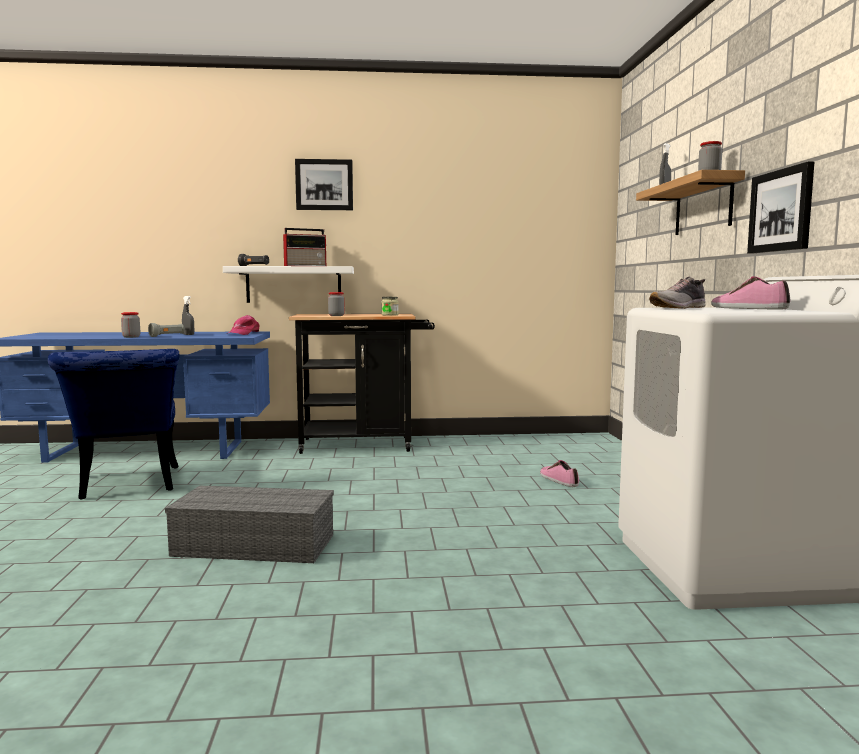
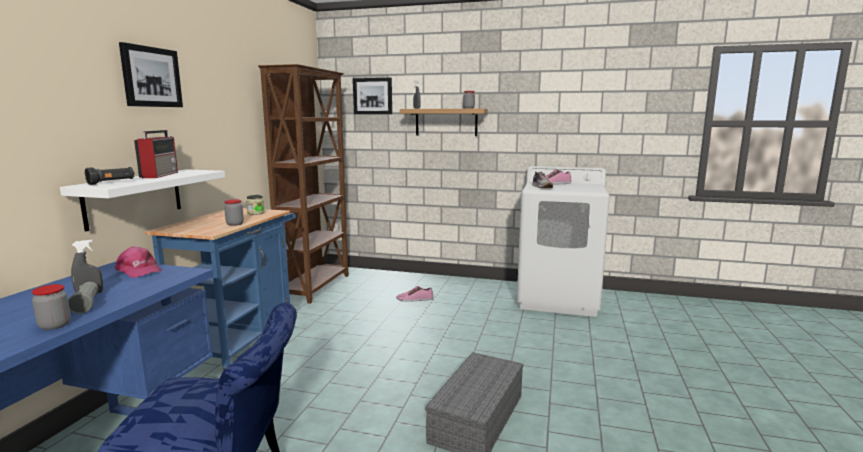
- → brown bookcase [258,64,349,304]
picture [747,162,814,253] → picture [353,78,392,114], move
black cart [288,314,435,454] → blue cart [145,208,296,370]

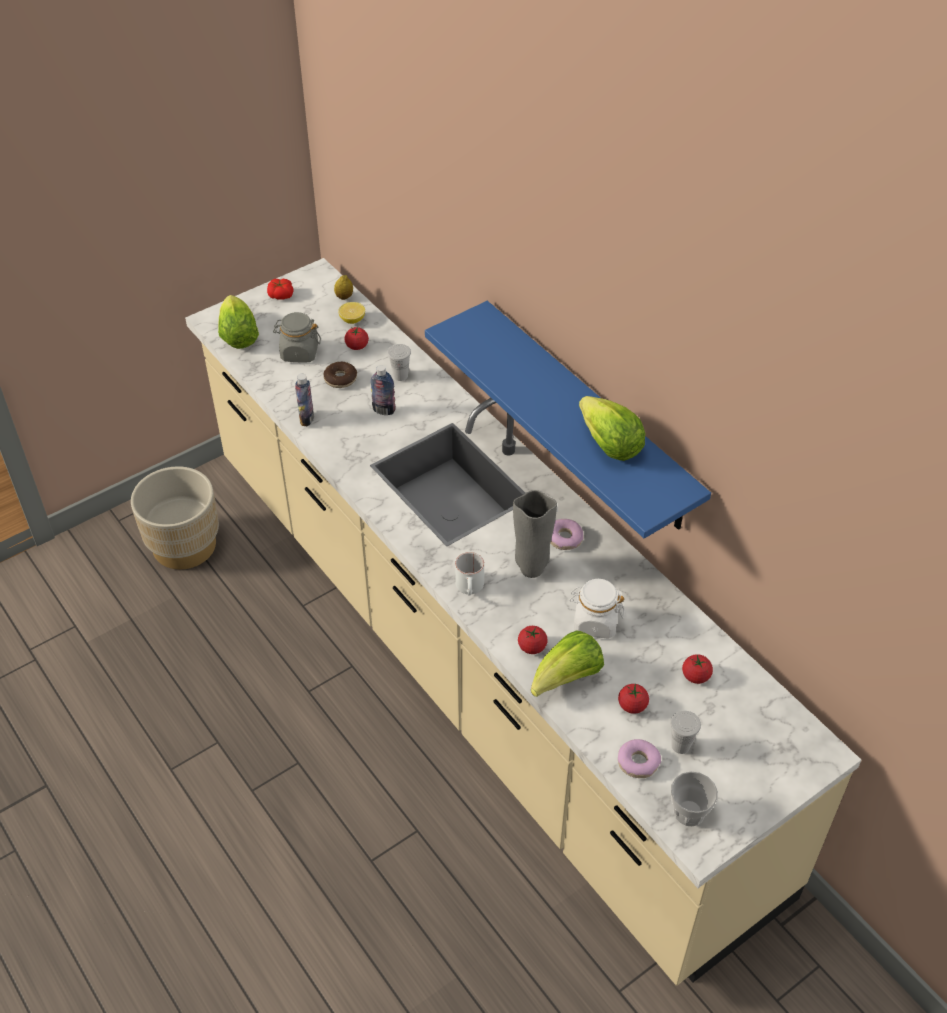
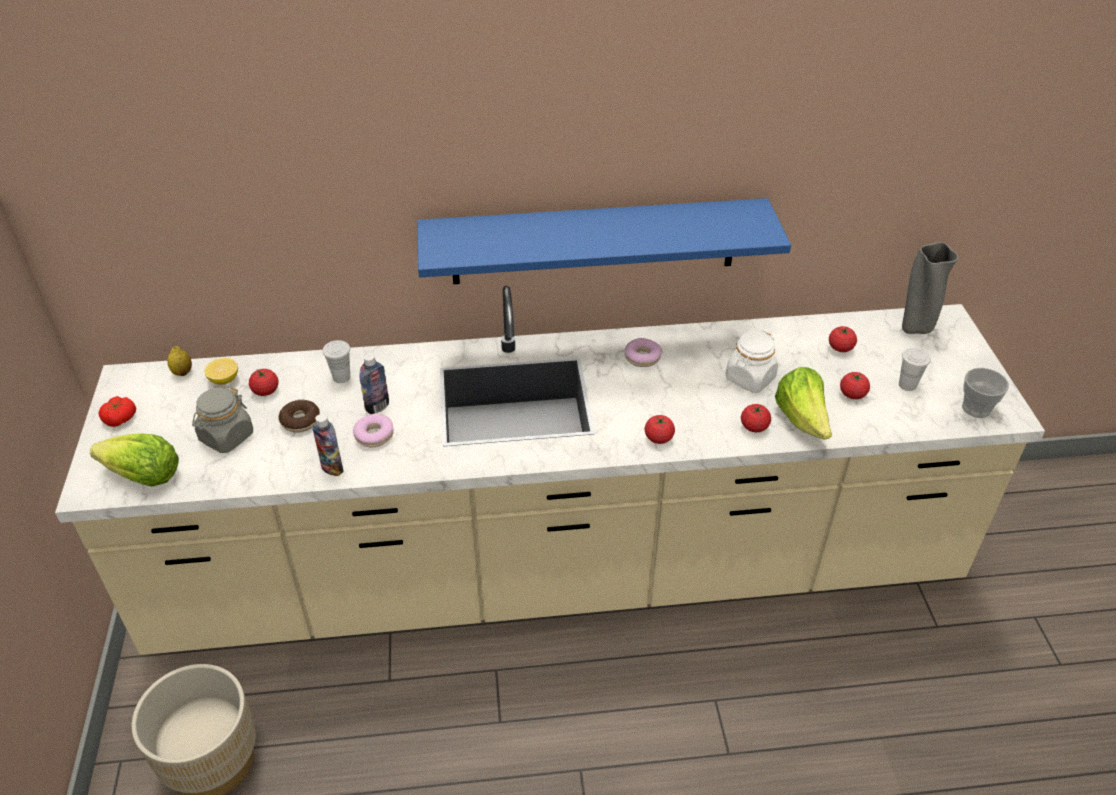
lettuce [579,396,645,461] → -
grey vase [513,490,557,578] → grey vase [902,242,959,334], move
donut [618,739,661,778] → donut [353,414,394,448], move
white mug [455,552,484,596] → tomato [645,415,675,444]

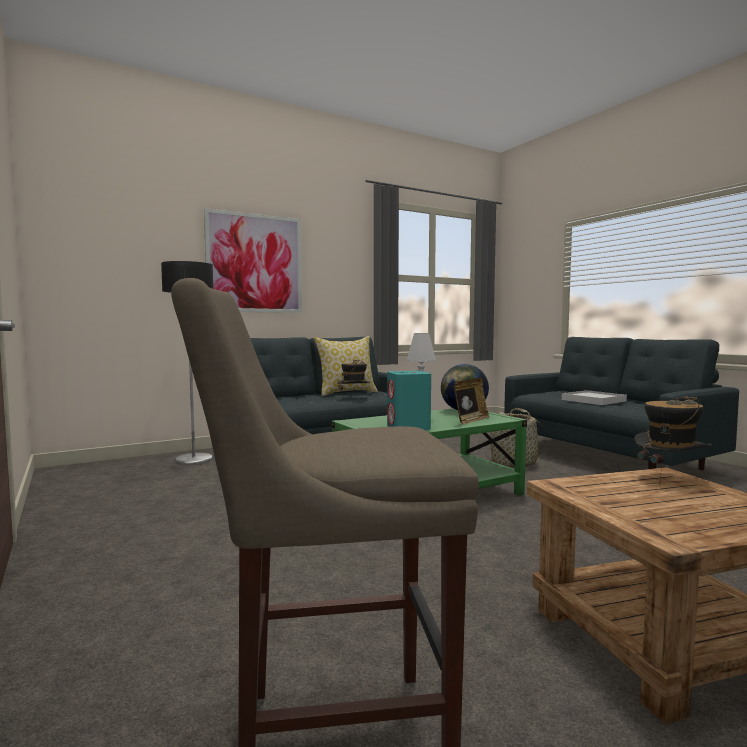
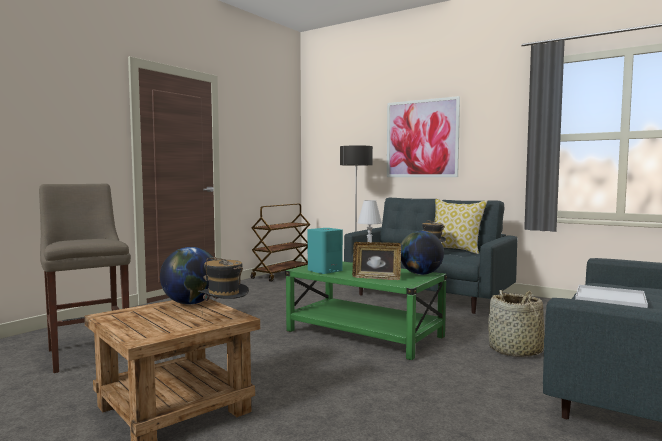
- → globe [160,247,214,305]
- → brown cart [251,204,310,282]

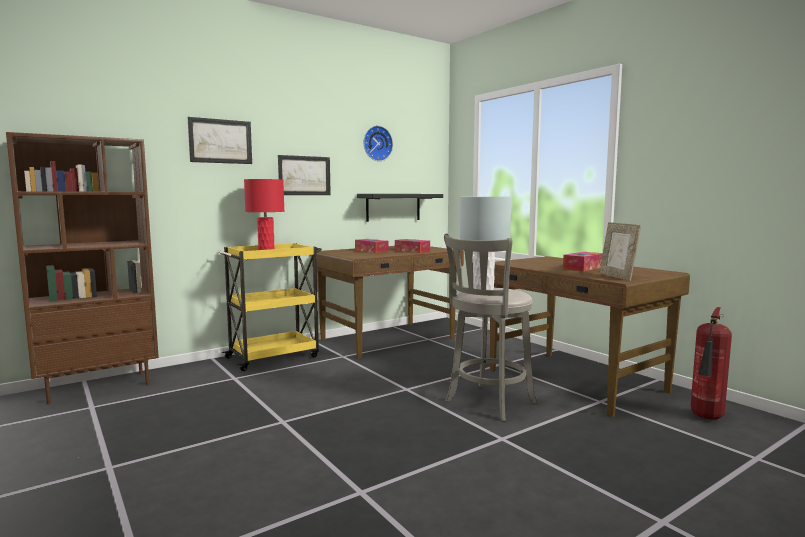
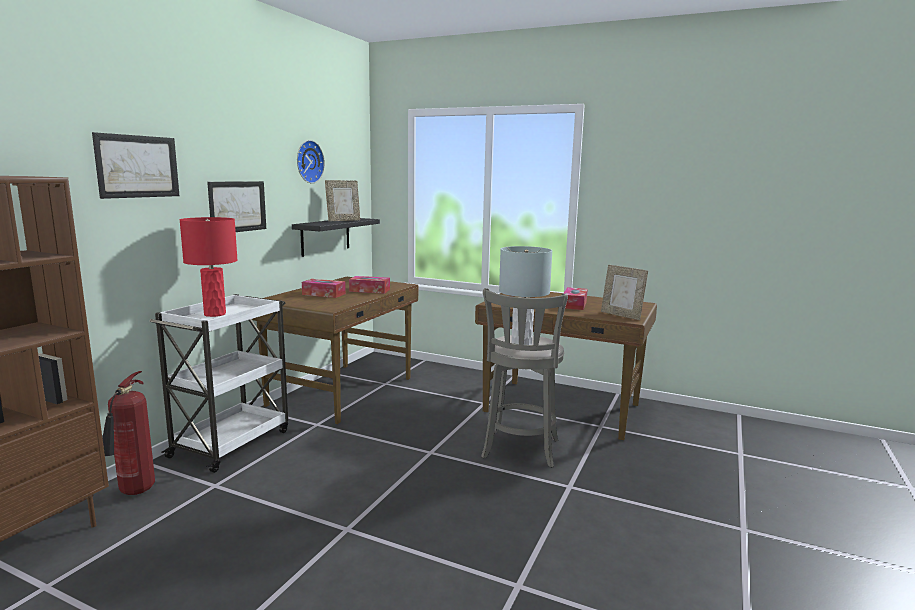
- → picture frame [325,180,360,221]
fire extinguisher [691,307,732,419] → fire extinguisher [102,371,155,495], move
yellow cart [217,243,322,371] → white cart [149,294,288,473]

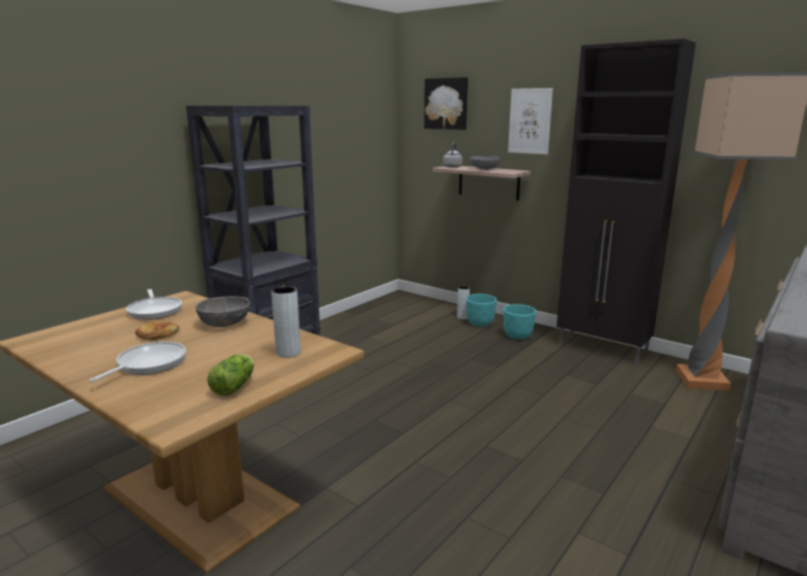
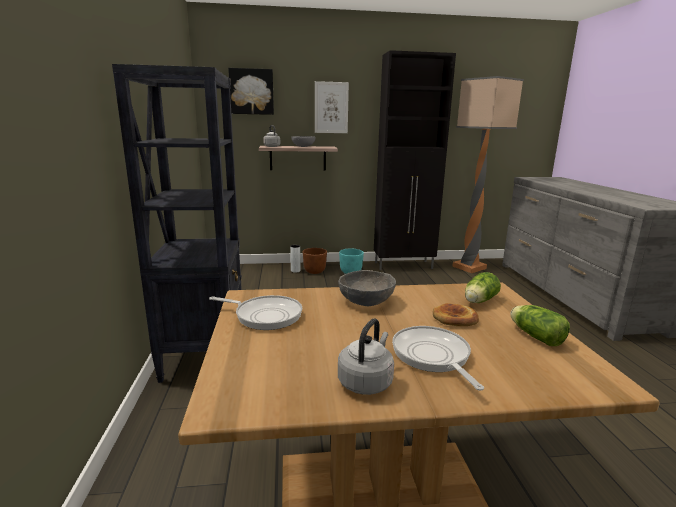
- → grey kettle [338,318,394,395]
bread [135,321,179,340] → bread [433,303,479,326], move
grey vase [271,286,301,358] → lettuce [465,272,501,303]
turquoise planter [466,294,497,327] → brown planter [303,248,327,274]

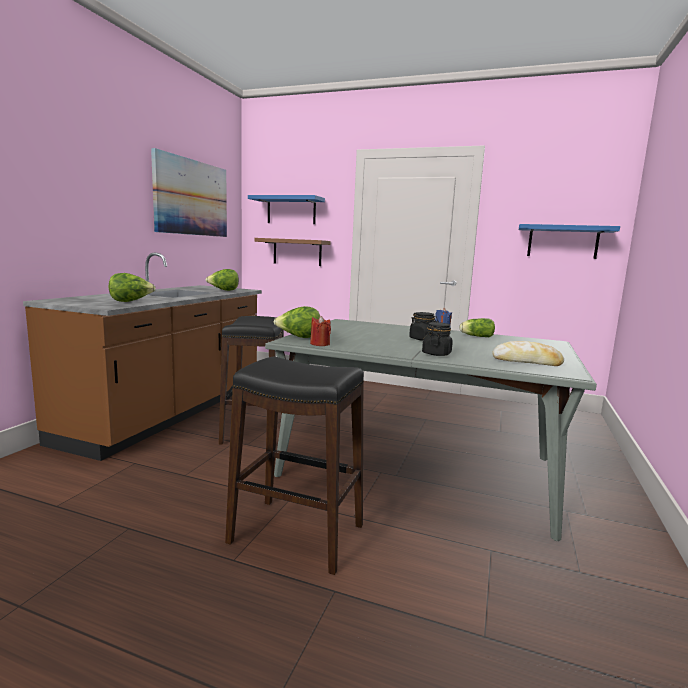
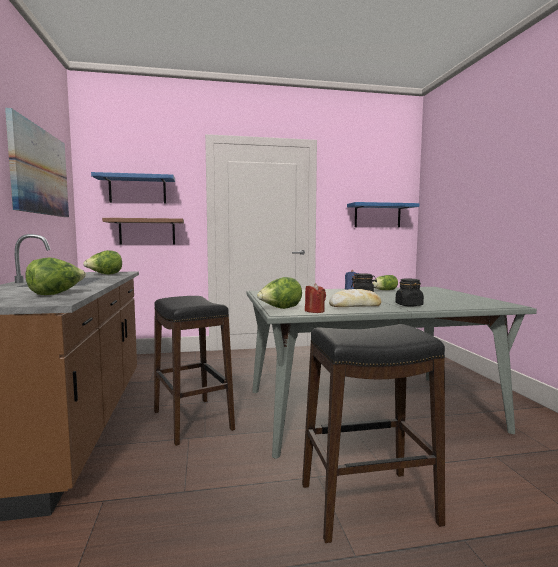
bread [492,341,564,366] → bread [329,289,382,307], move

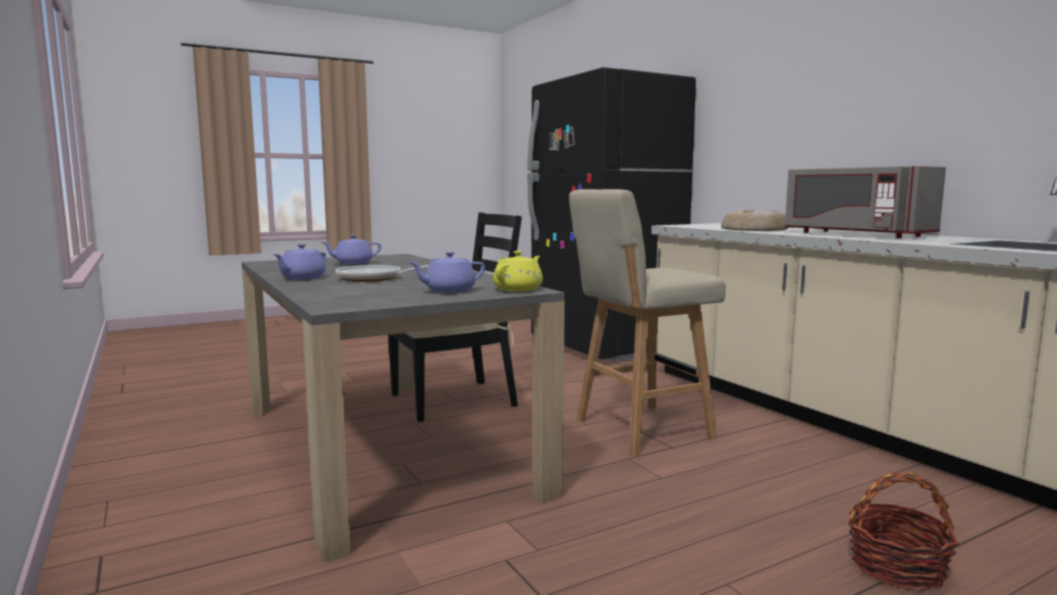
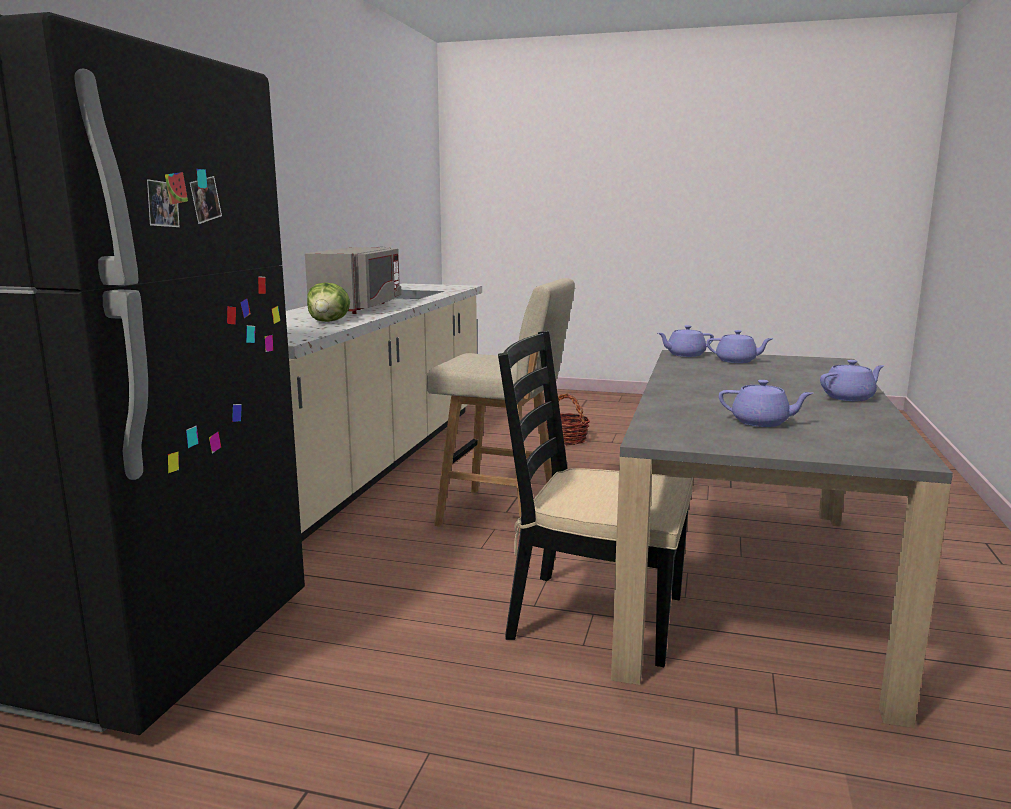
frying pan [335,265,429,282] → -
bread [721,210,789,231] → lettuce [307,282,350,322]
yellow teapot [493,251,543,292] → purple teapot [658,325,714,357]

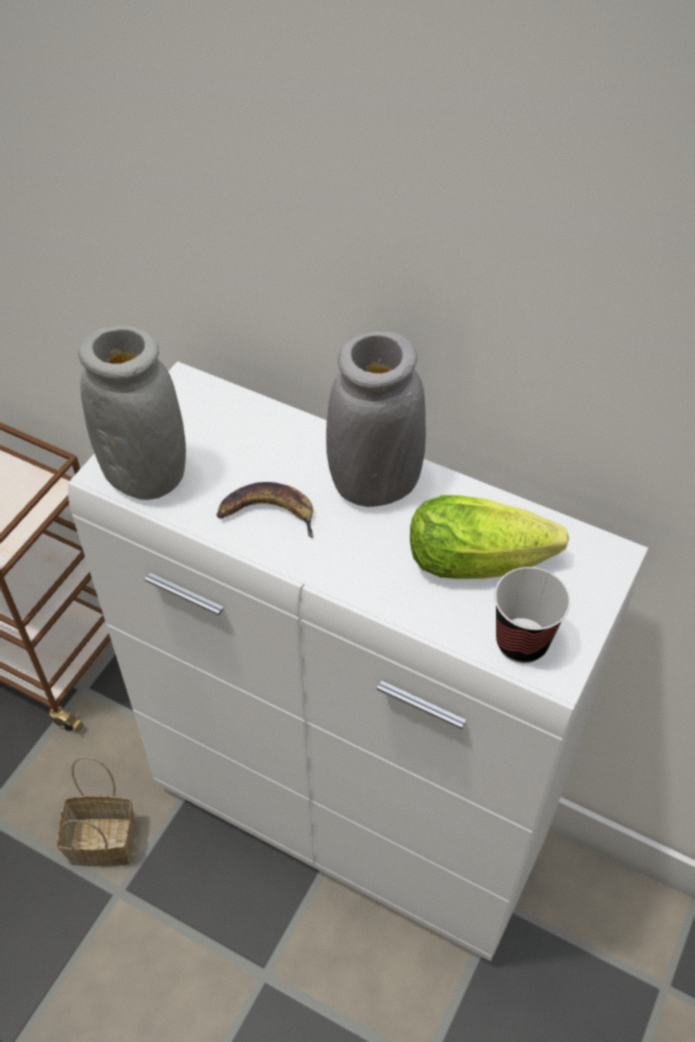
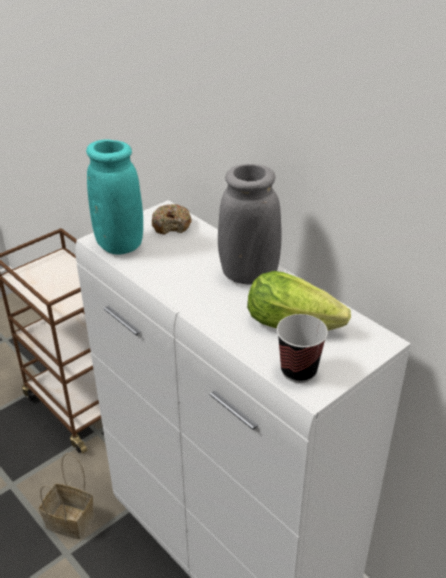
banana [217,482,313,538] → -
- → donut [152,204,191,235]
grey vase [78,326,186,500] → turquoise vase [86,139,143,255]

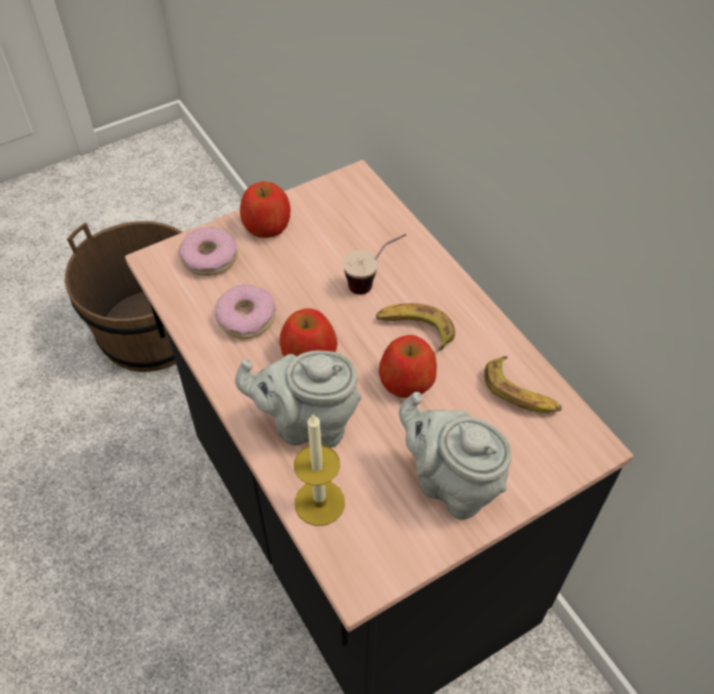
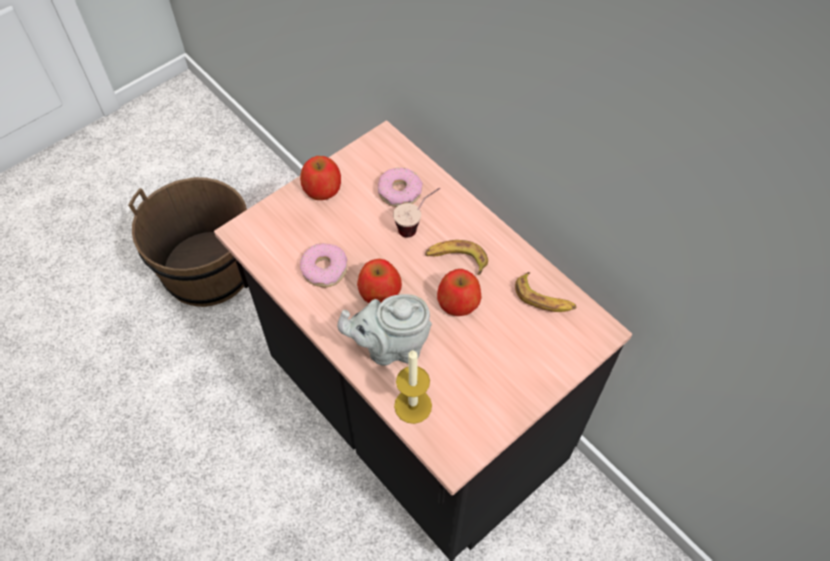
grey teapot [399,392,512,520] → -
donut [178,227,238,276] → donut [378,168,423,207], move

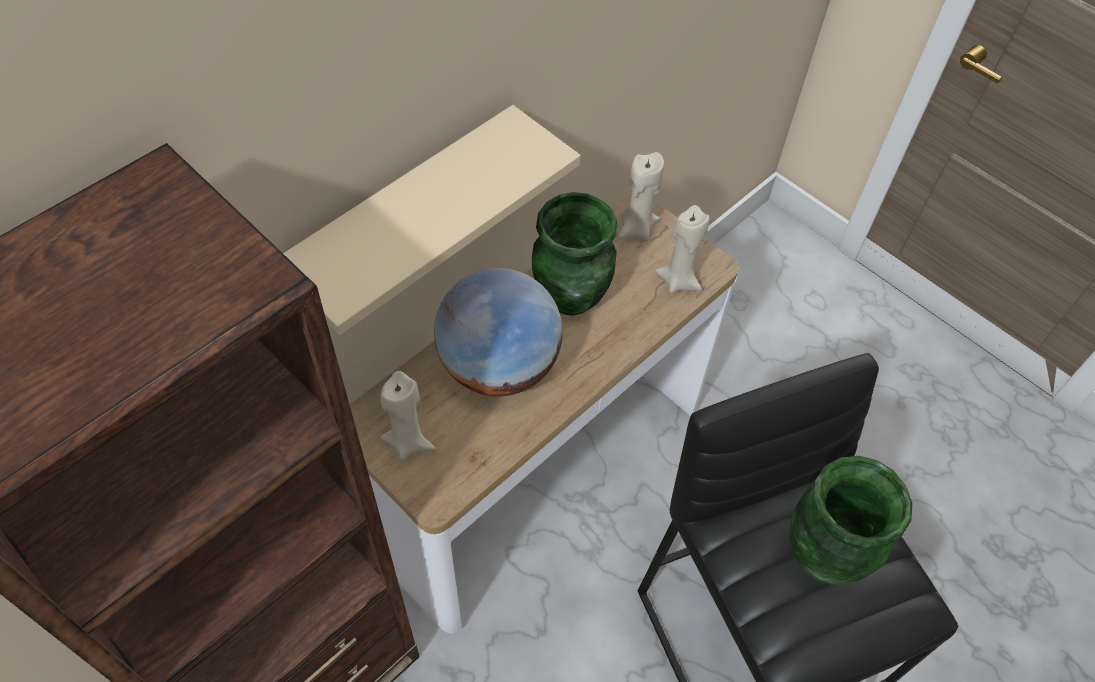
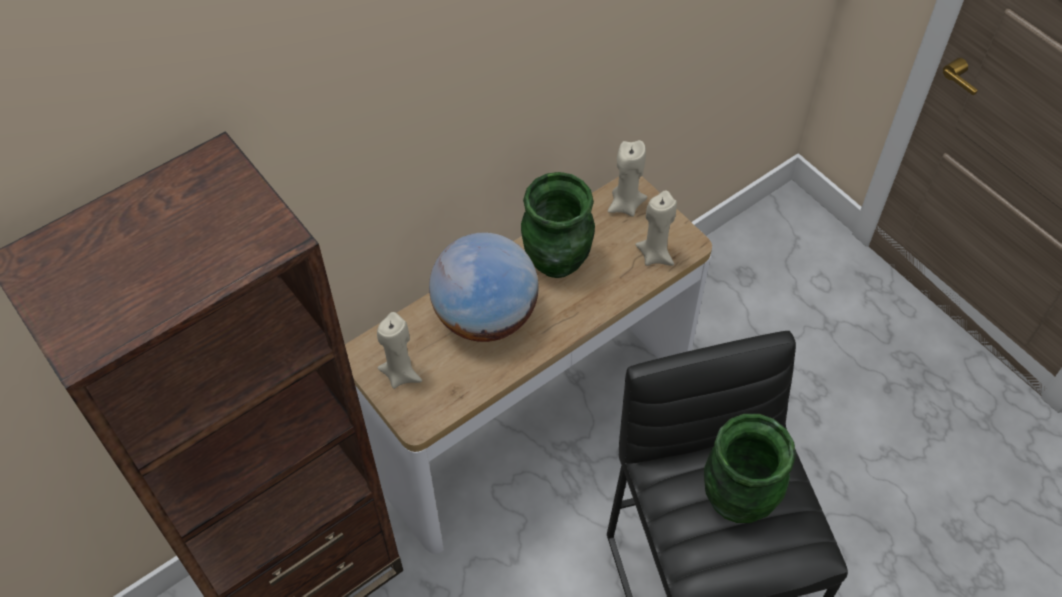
beige shelf [283,105,581,335] → -

